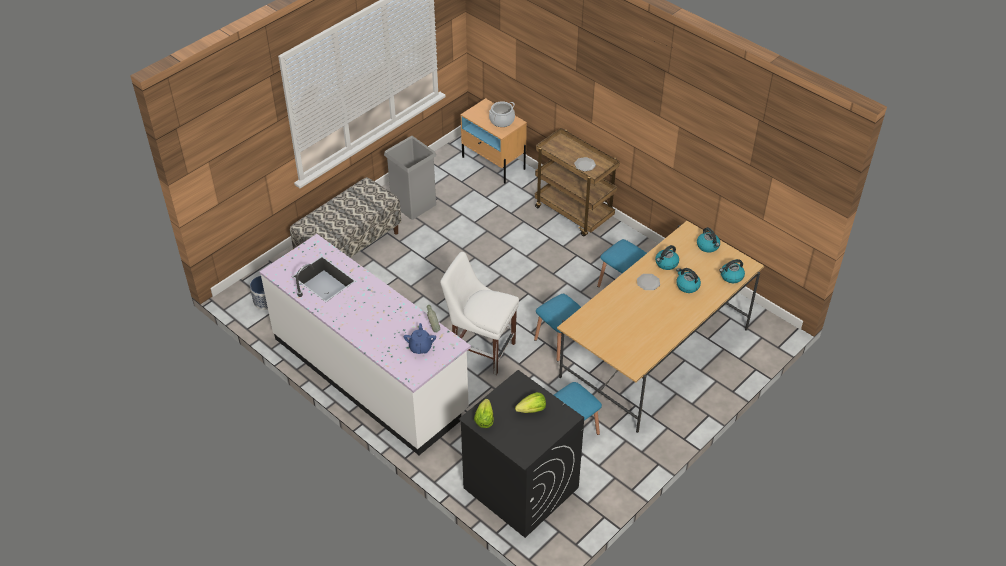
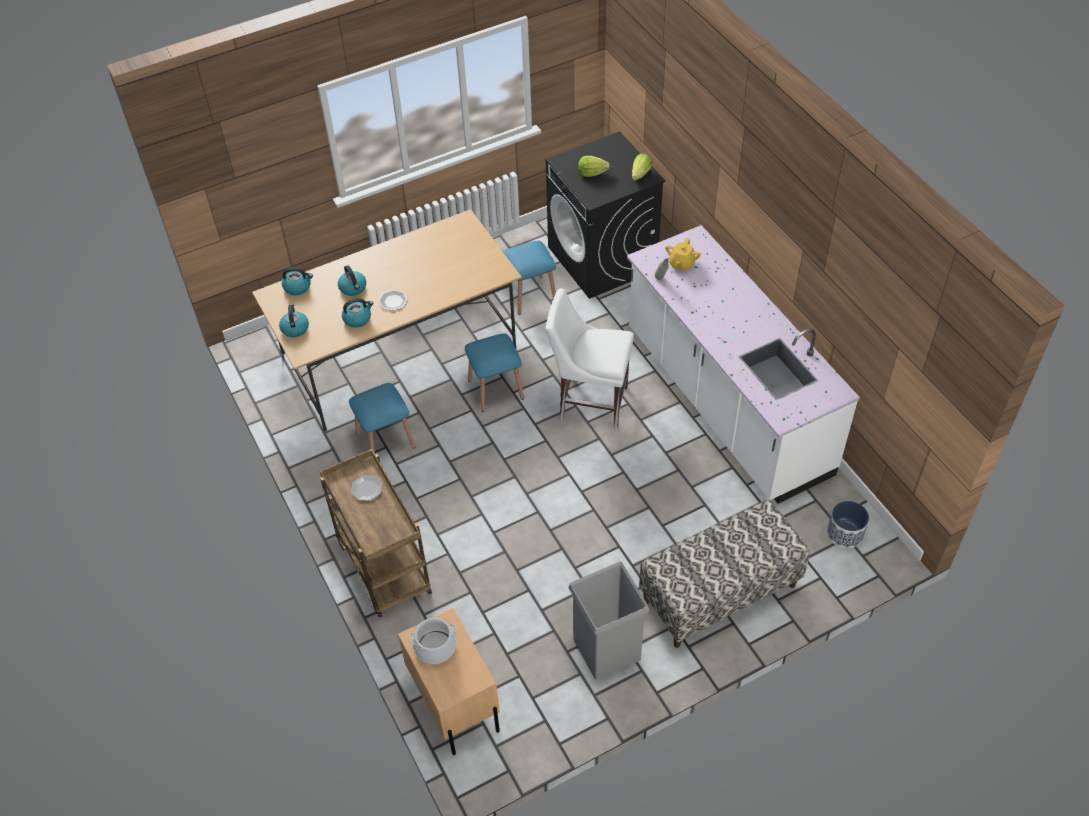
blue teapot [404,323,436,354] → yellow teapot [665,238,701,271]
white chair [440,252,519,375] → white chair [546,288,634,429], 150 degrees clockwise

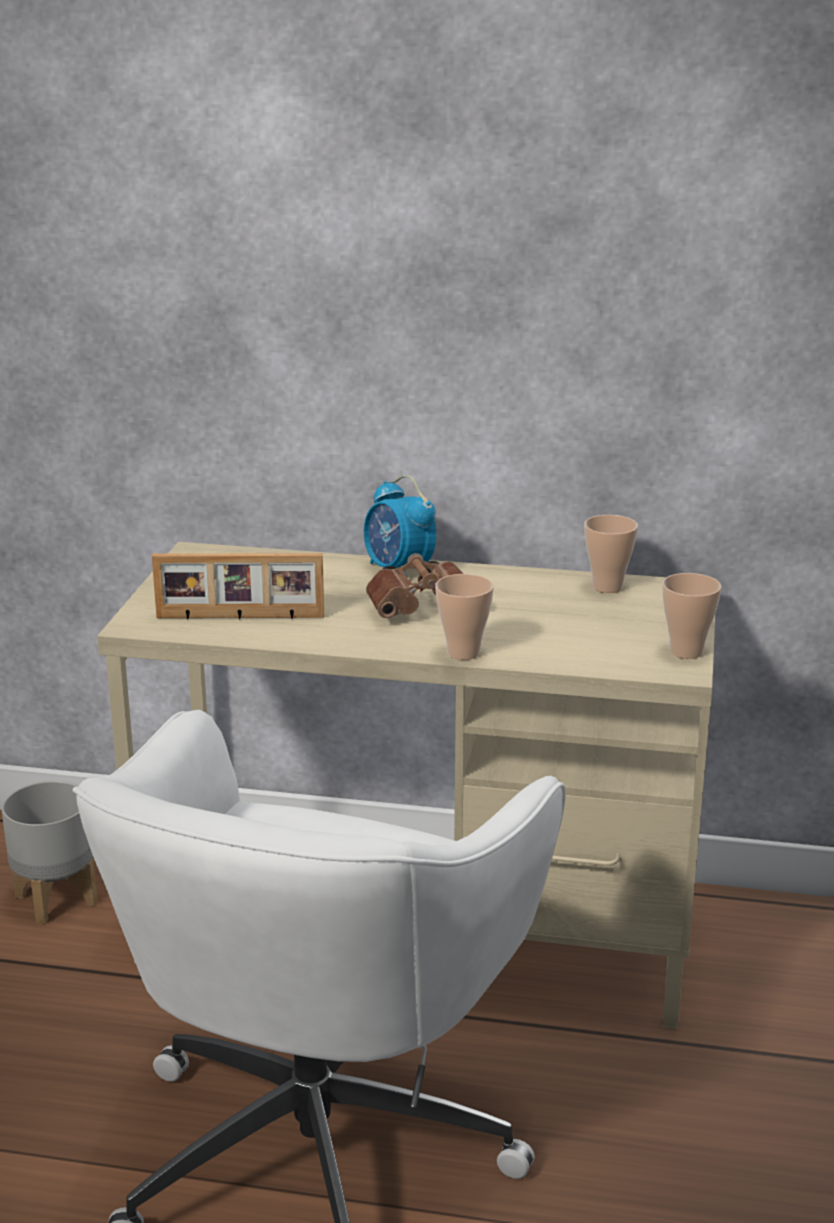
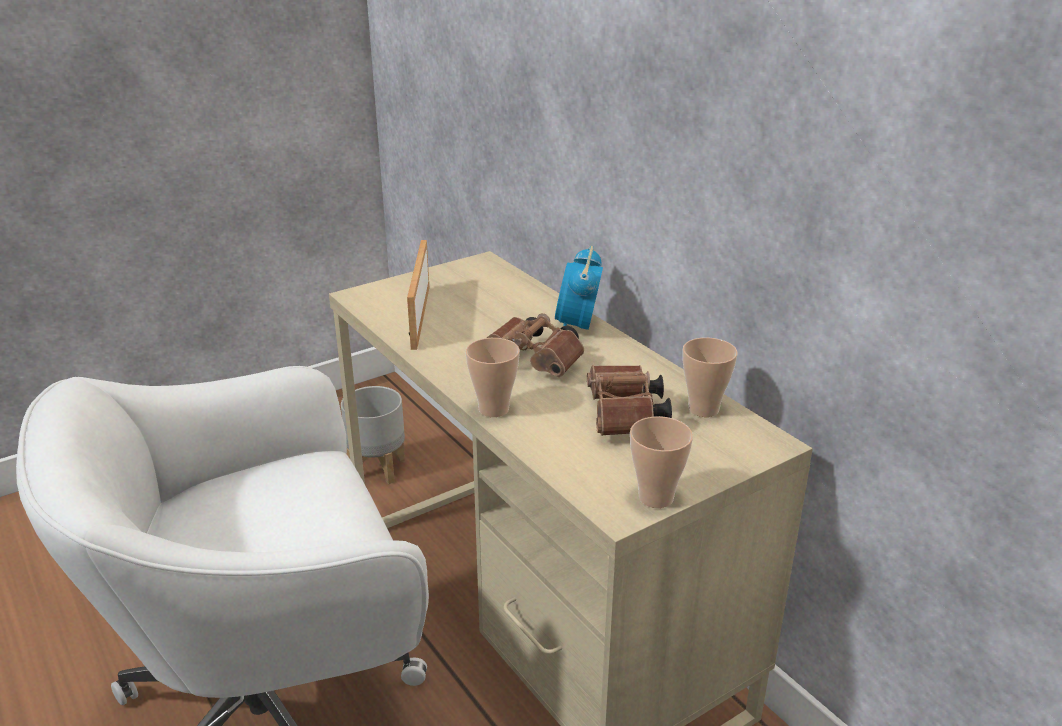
- → brown binoculars [587,365,672,436]
picture frame [152,553,324,620] → picture frame [407,240,429,350], 45 degrees clockwise

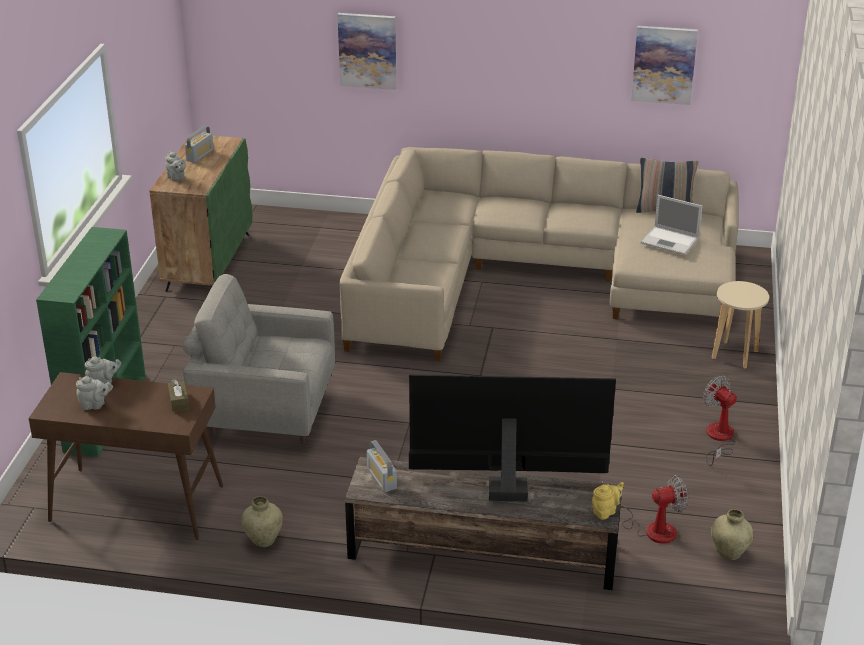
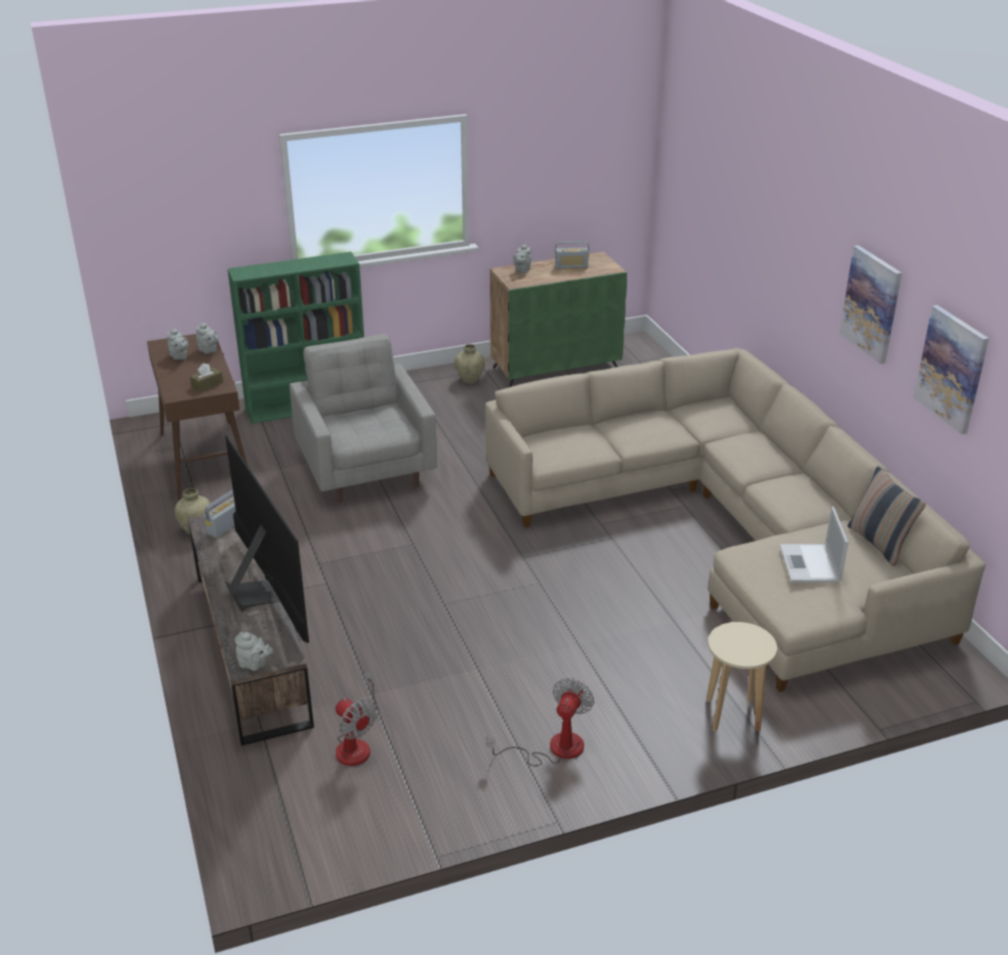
picture [338,13,396,90] → picture [839,245,902,364], move
beige vase [711,509,753,560] → beige vase [455,344,485,384], move
yellow teapot [592,482,624,520] → grey teapot [235,631,273,671]

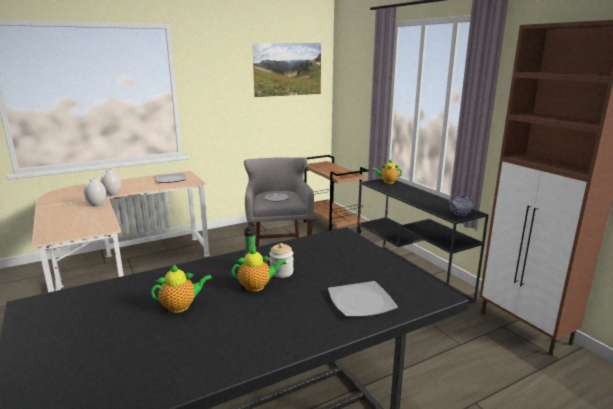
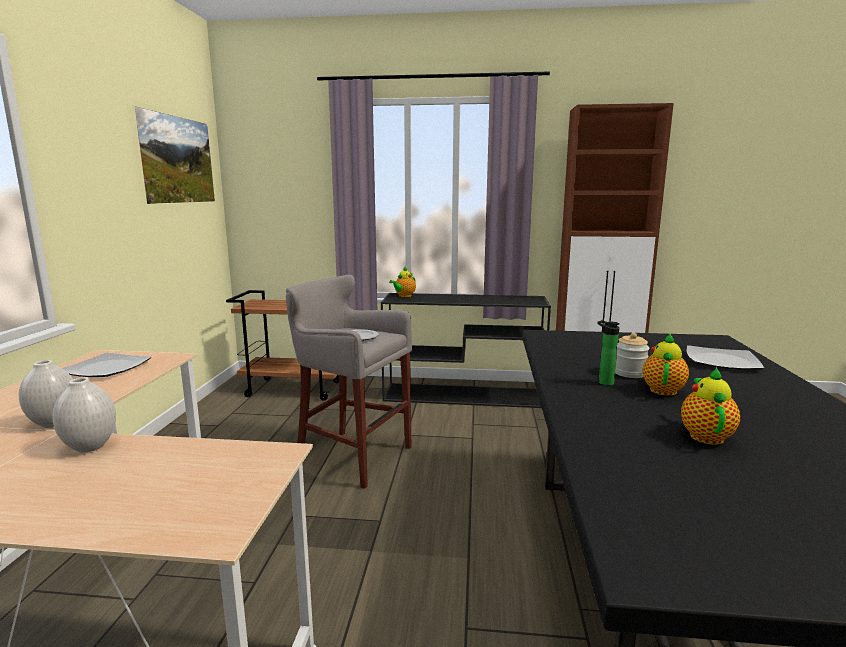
teapot [448,195,476,216] → -

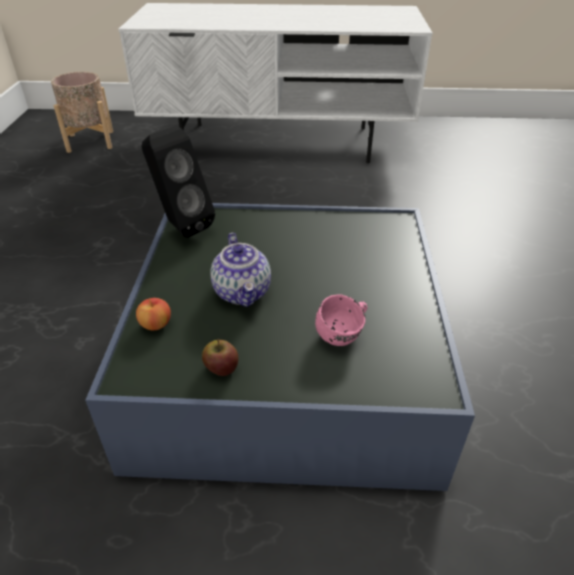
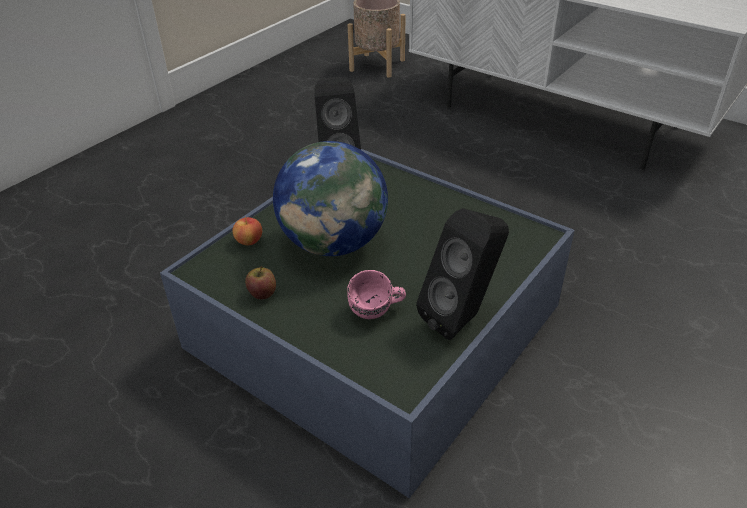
- → black speaker [416,208,509,340]
teapot [210,233,271,307] → globe [273,141,388,256]

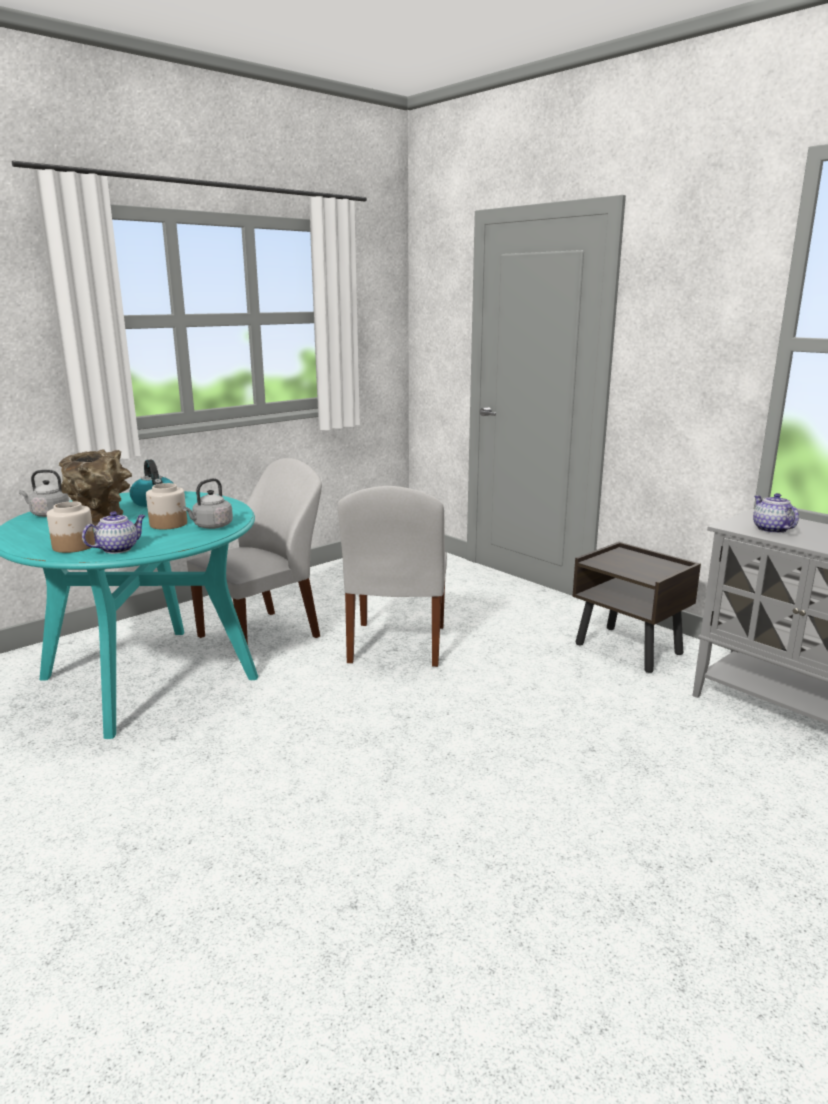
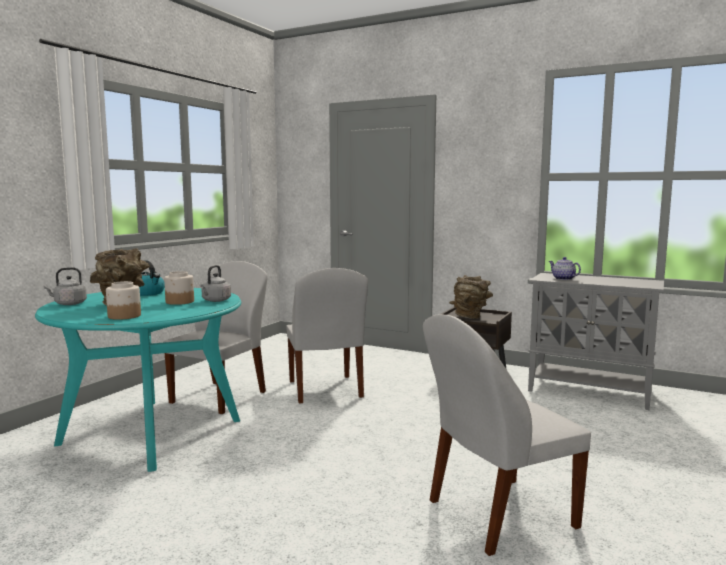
teapot [82,511,146,554] → -
- → white chair [423,315,591,556]
- → brown vase [449,275,493,319]

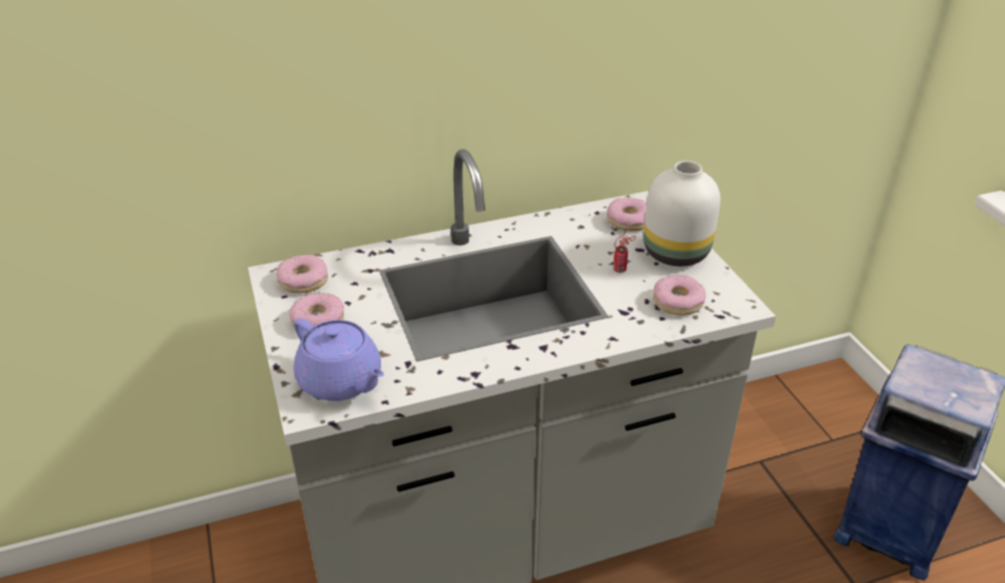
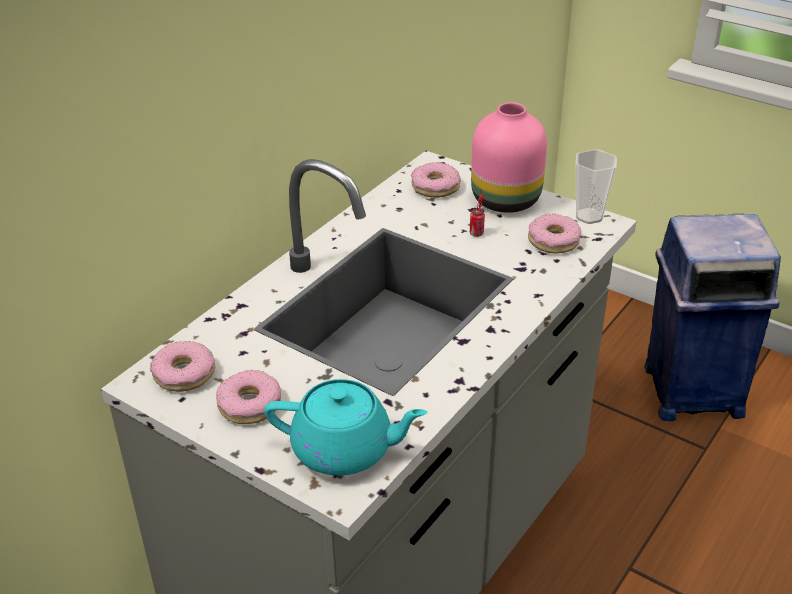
- → cup [576,149,617,224]
purple teapot [294,318,384,401] → turquoise teapot [264,379,427,475]
white vase [643,161,720,266] → pink vase [471,102,547,213]

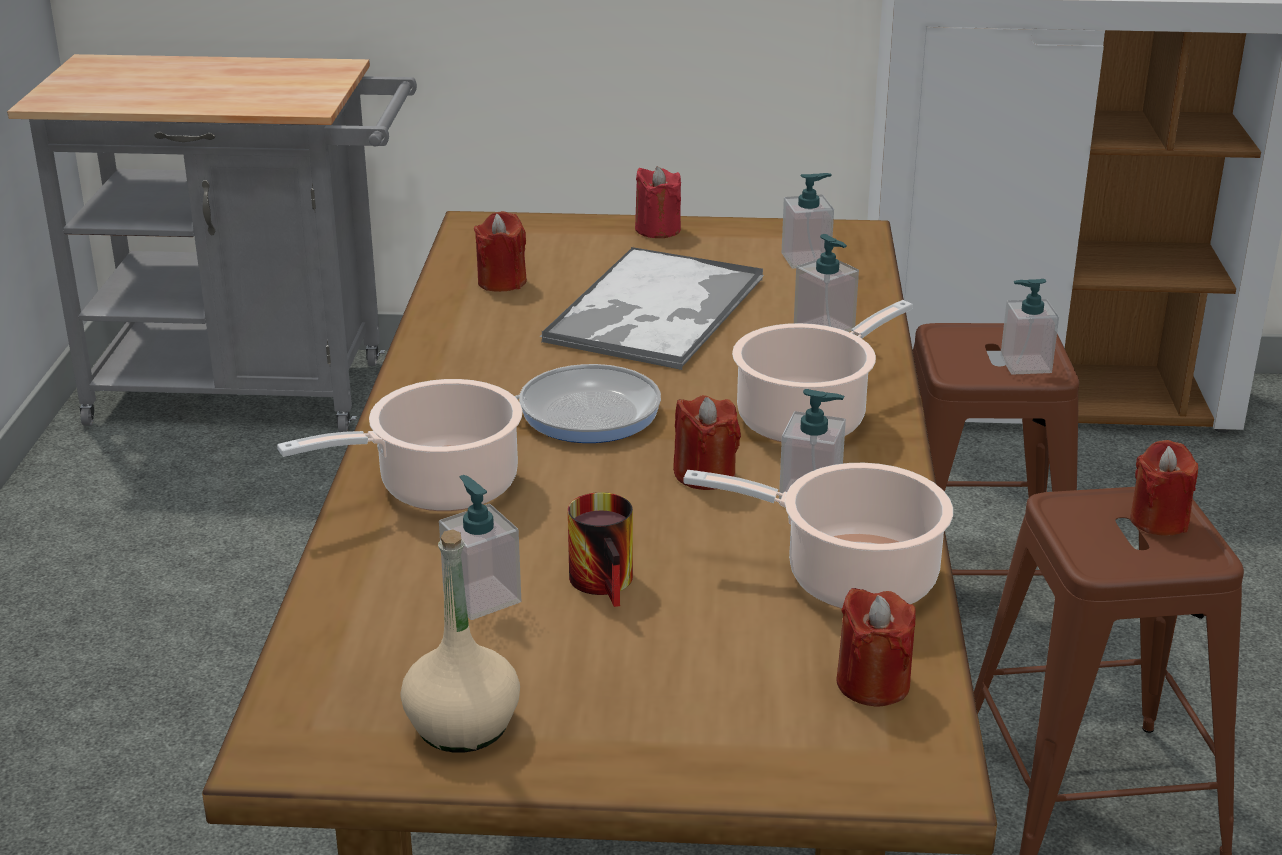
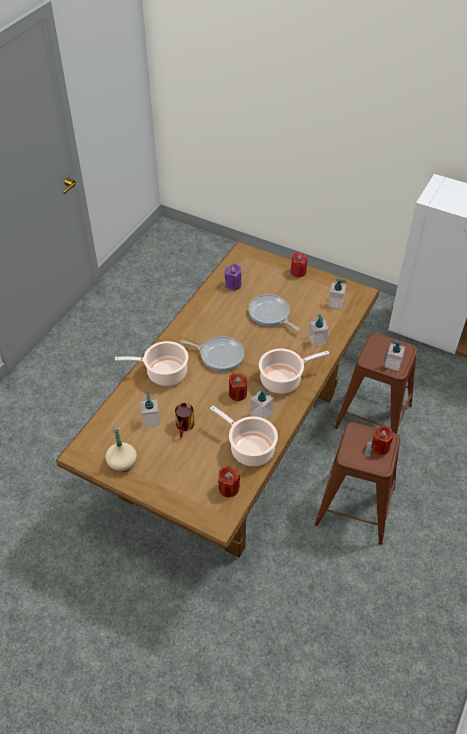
grey cart [7,54,417,432] → -
tray [540,247,764,370] → frying pan [248,294,300,331]
red candle [474,211,527,292] → purple candle [225,264,242,290]

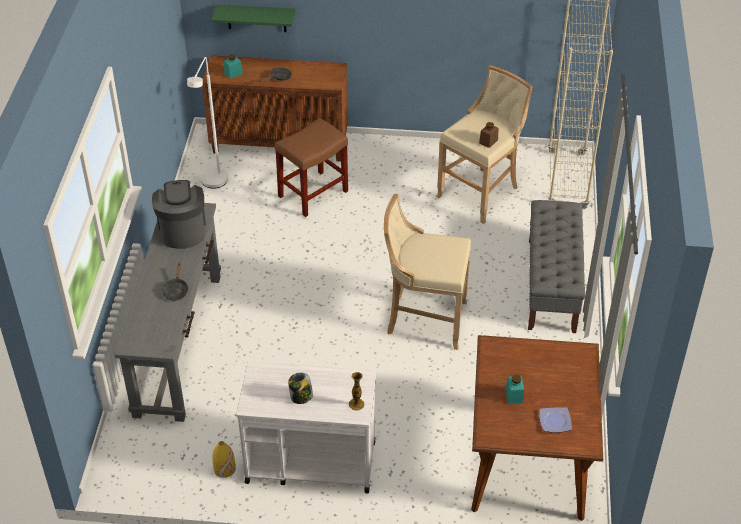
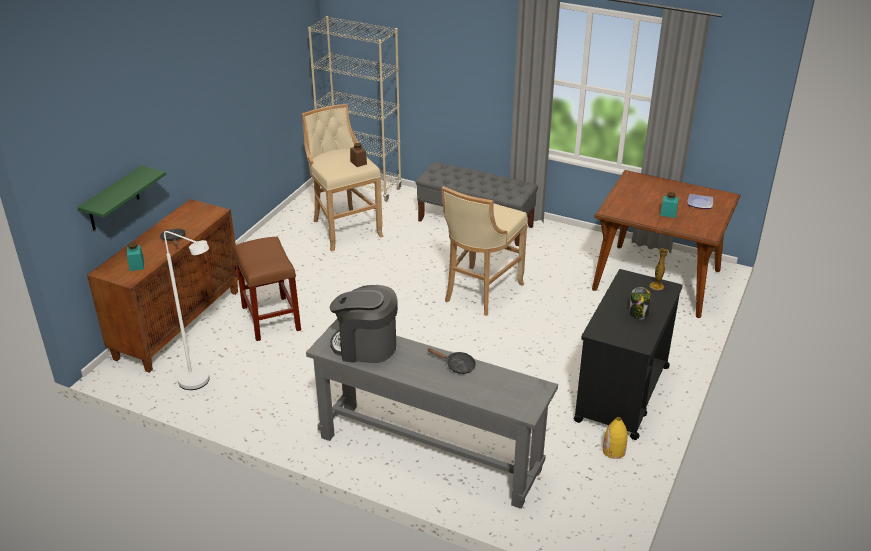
white cart [237,361,376,493] → black cart [574,269,682,440]

